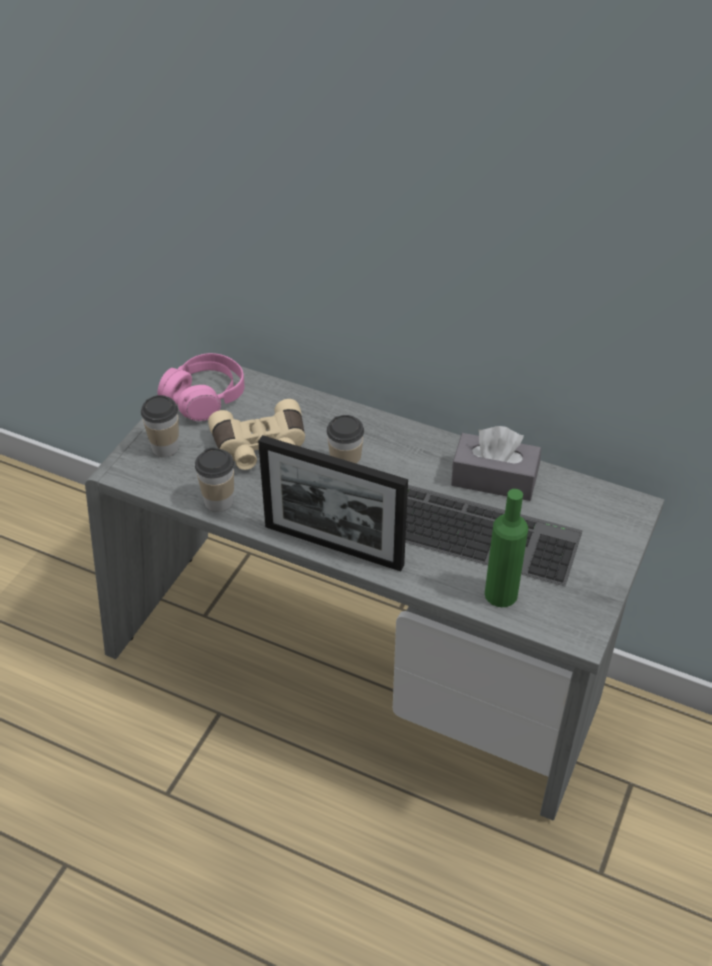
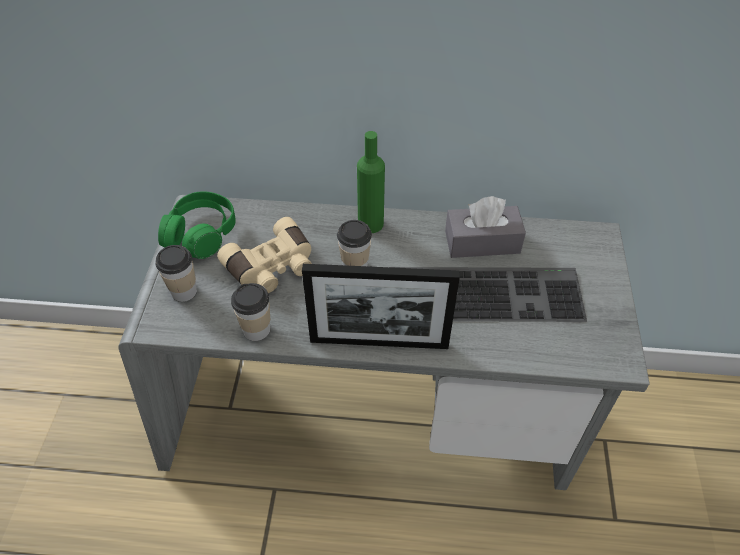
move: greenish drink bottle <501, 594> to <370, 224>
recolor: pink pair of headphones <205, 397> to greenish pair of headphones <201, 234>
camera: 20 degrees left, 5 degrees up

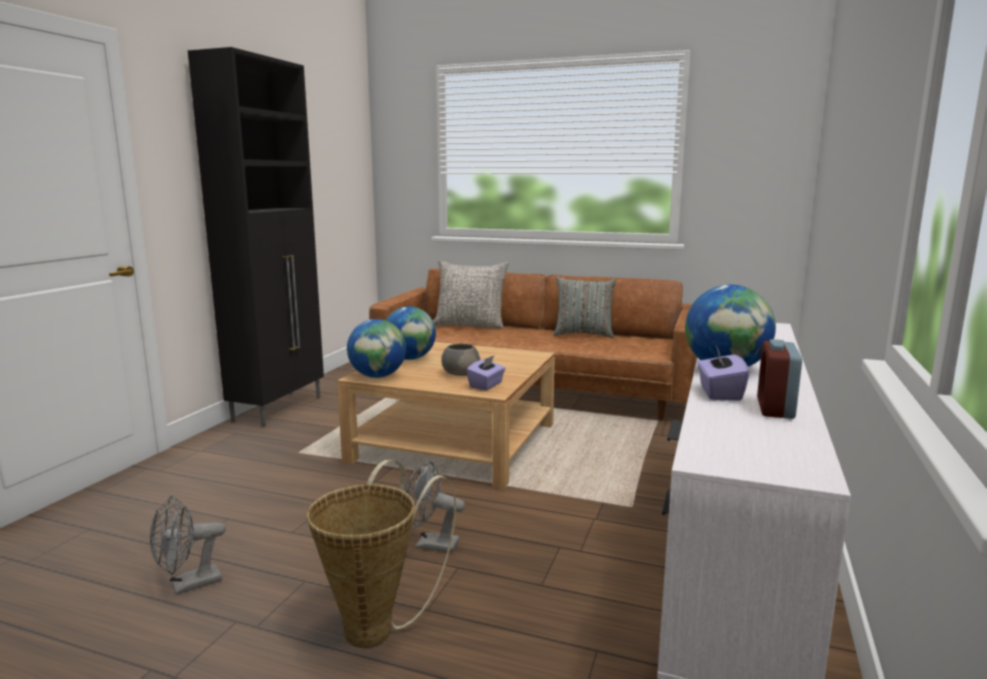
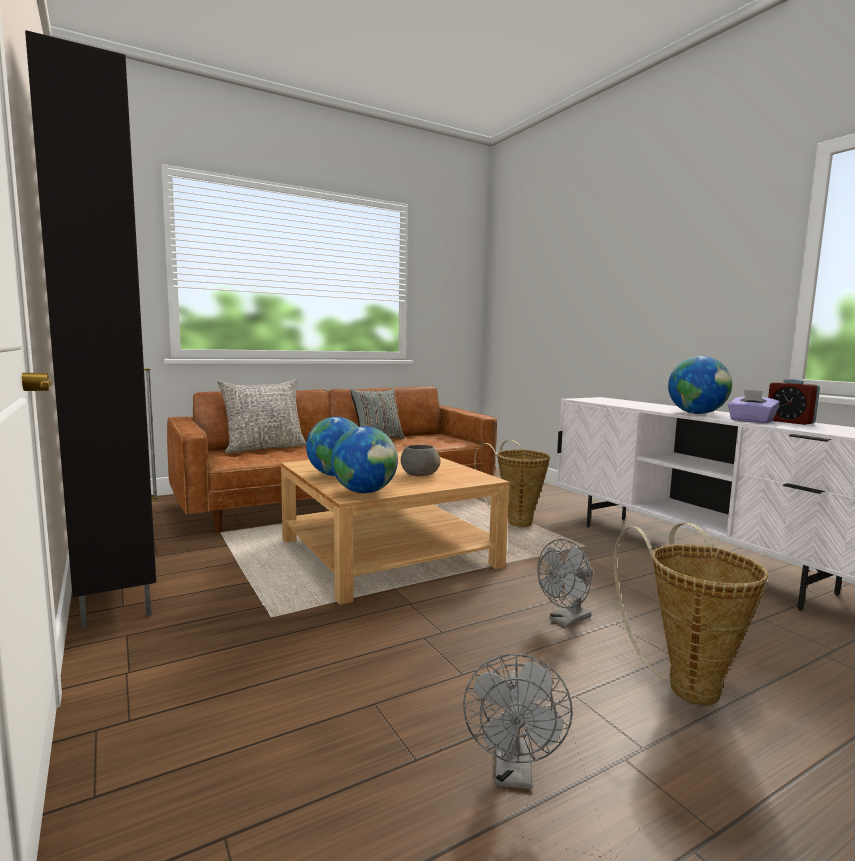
delete: purplish tissue box <486, 385>
insert: basket <515, 522>
camera: 50 degrees left, 5 degrees down

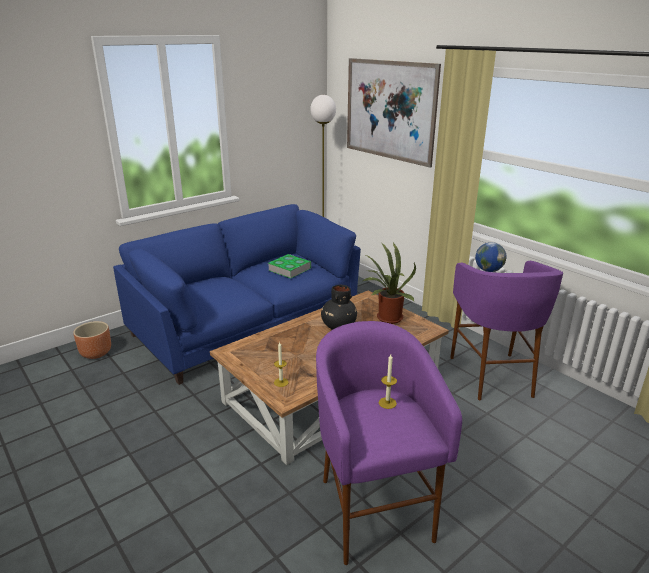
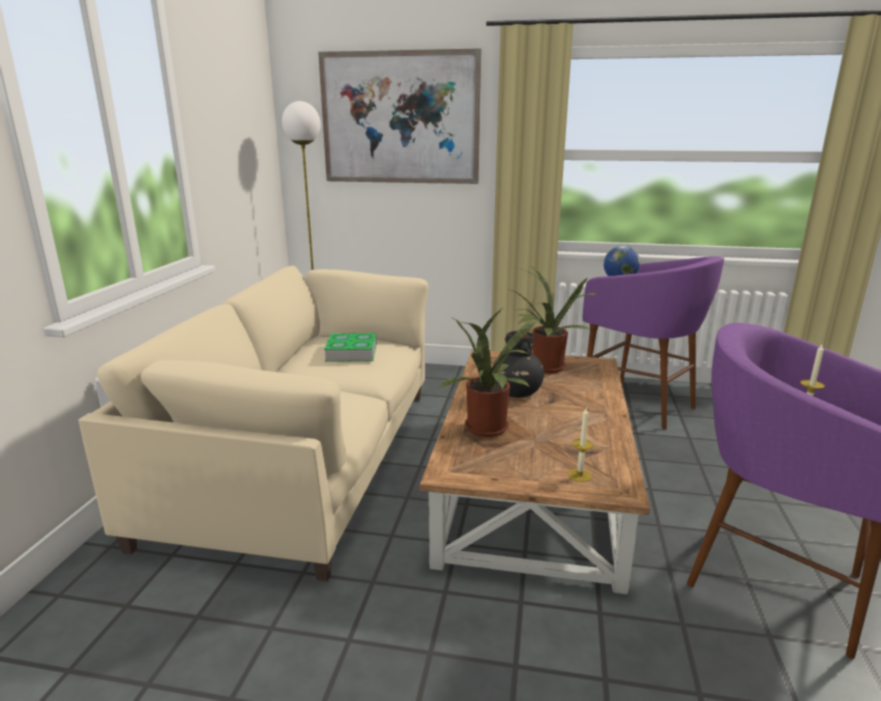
delete: brown plant pot <96, 353>
insert: potted plant <489, 430>
recolor: blue settee <246, 324> to beige settee <305, 459>
camera: 40 degrees left, 5 degrees down

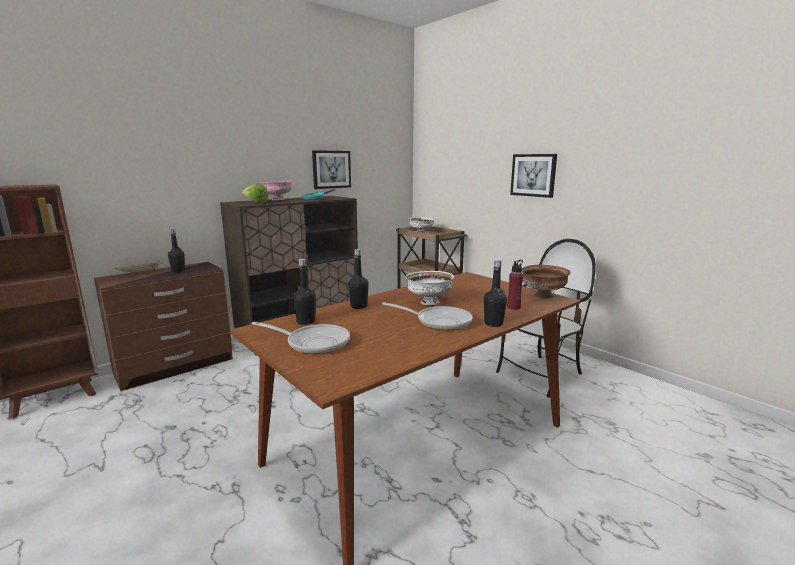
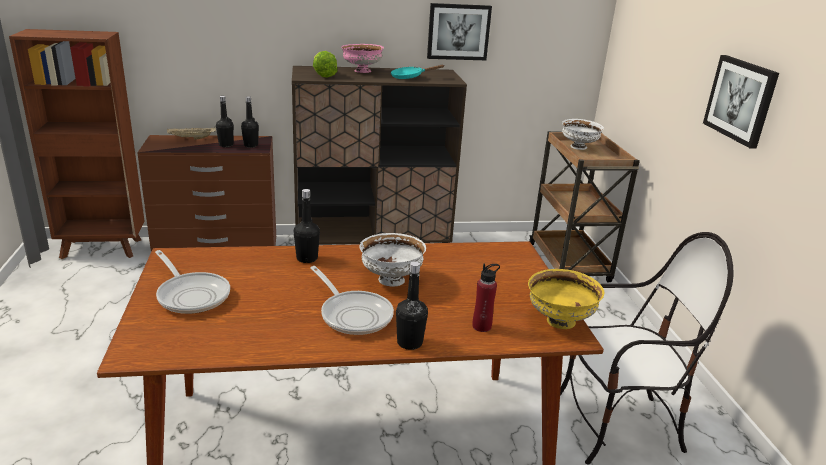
move: black-coloured drink bottle <305, 321> to <251, 145>
recolor: brown bowl <543, 296> to yellow bowl <559, 322>
camera: 30 degrees right, 10 degrees up

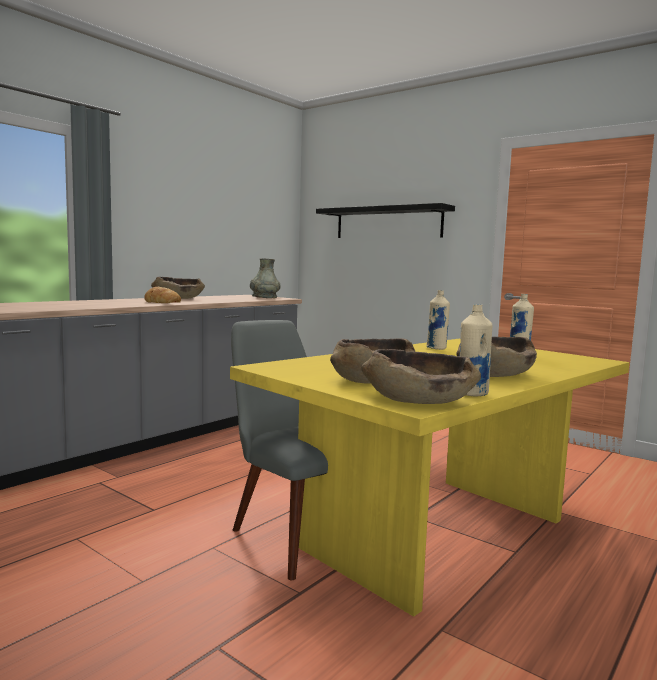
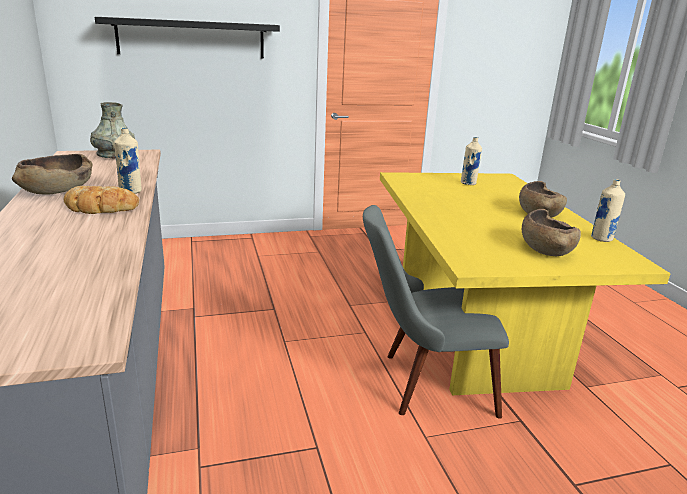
delete: brown bowl <419, 400>
move: beige drink bottle <436, 348> to <131, 192>
camera: 55 degrees left, 15 degrees up

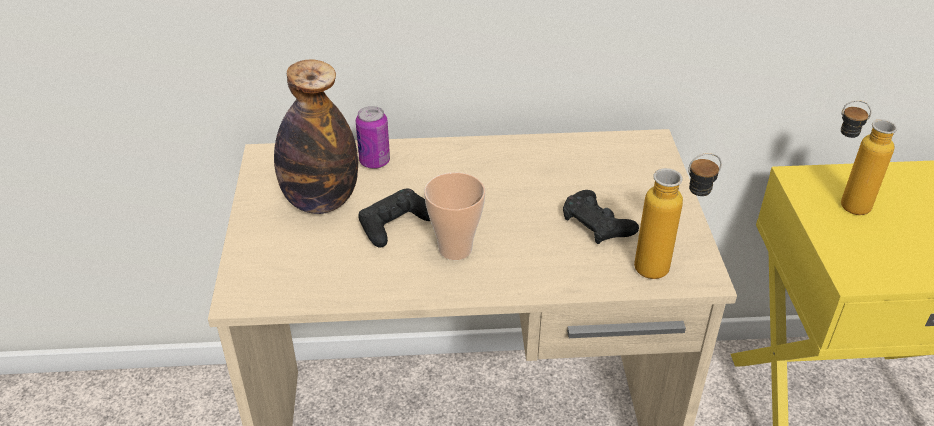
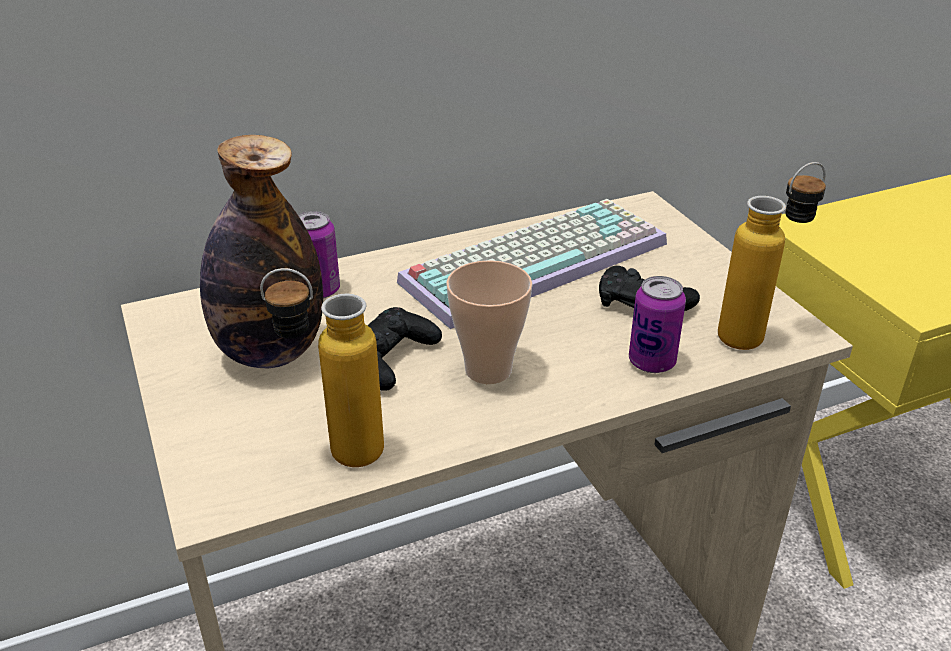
insert: PC keyboard <535, 259>; sealed can <652, 362>
move: drink bottle <842, 204> to <335, 452>
camera: 20 degrees left, 5 degrees down

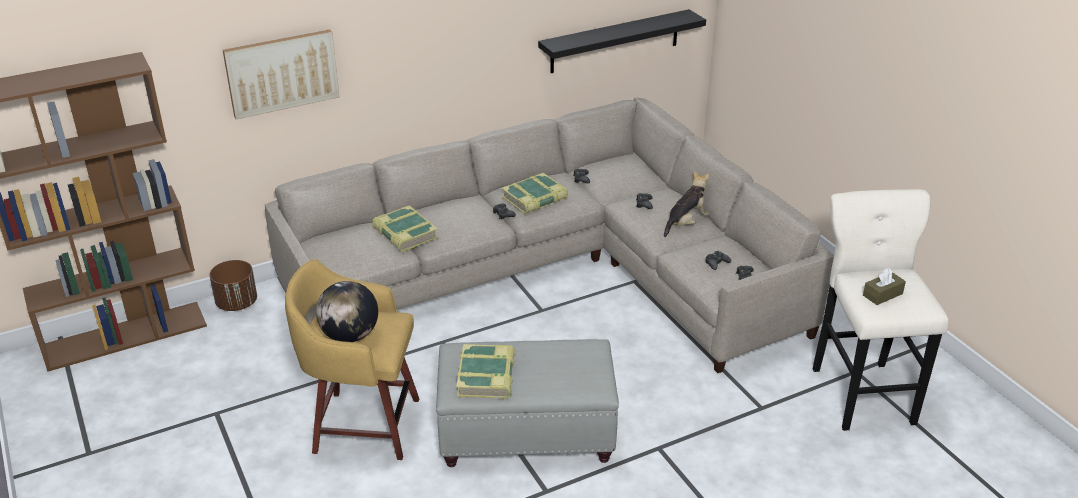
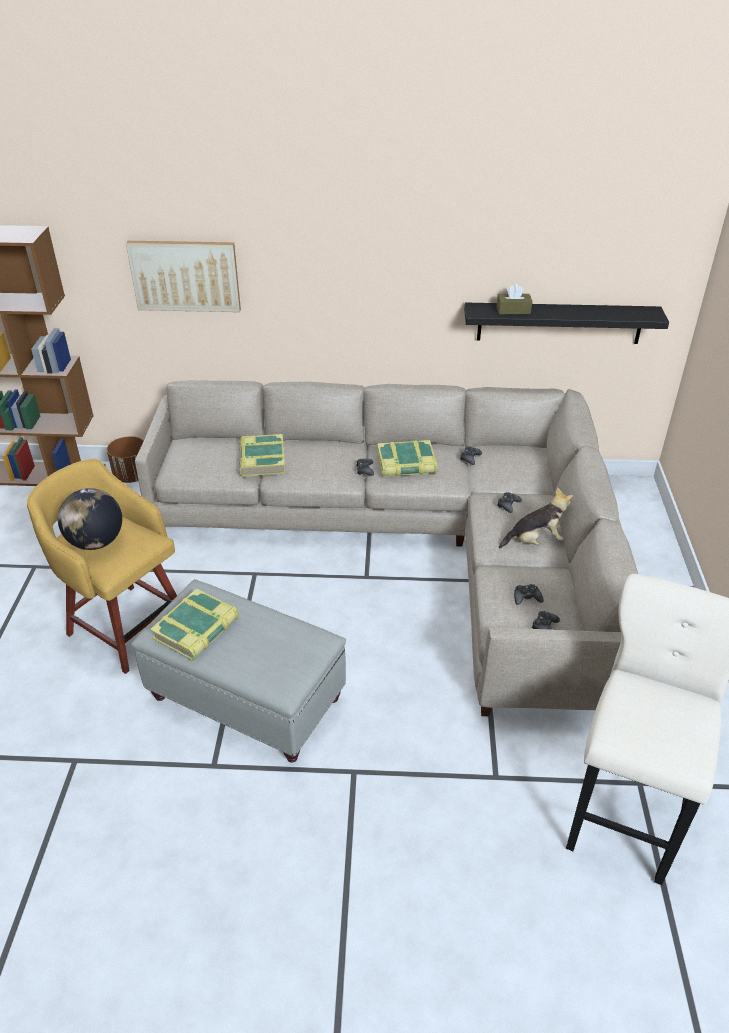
move: brown tissue box <882, 294> to <513, 310>
camera: 30 degrees right, 5 degrees up

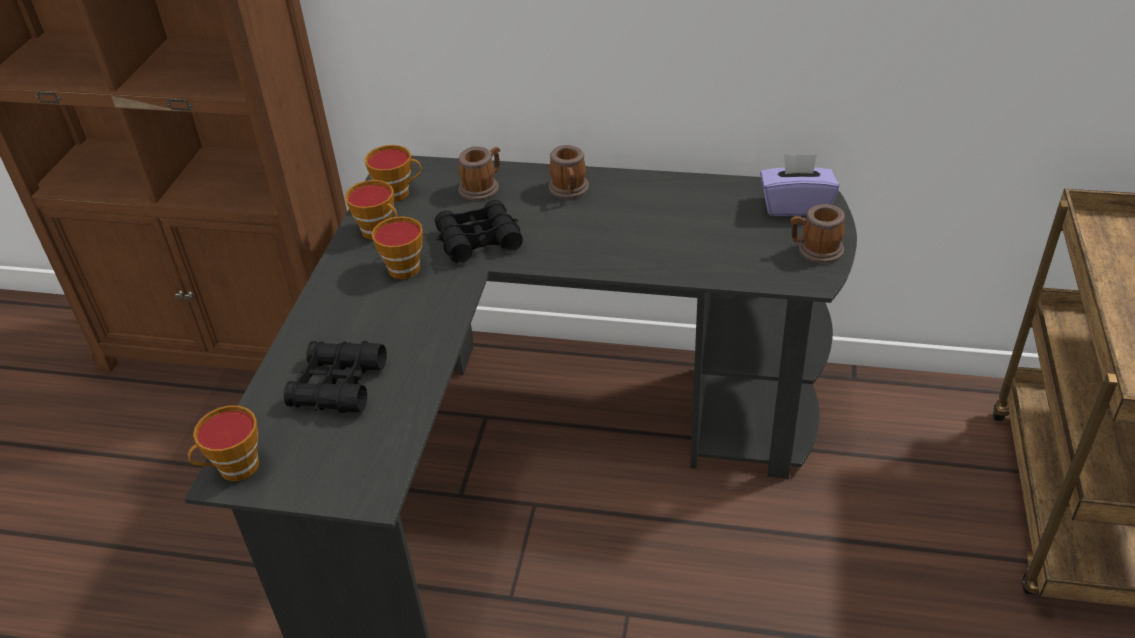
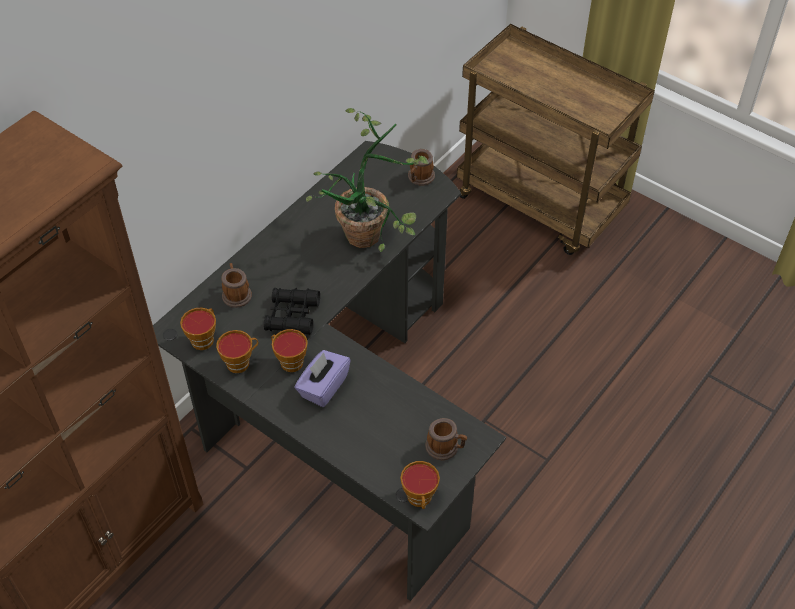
delete: black-coloured field glasses <338, 386>
insert: potted plant <372, 232>
move: mug <569, 190> to <445, 447>; purplish tissue box <795, 205> to <323, 387>
camera: 65 degrees left, 10 degrees up

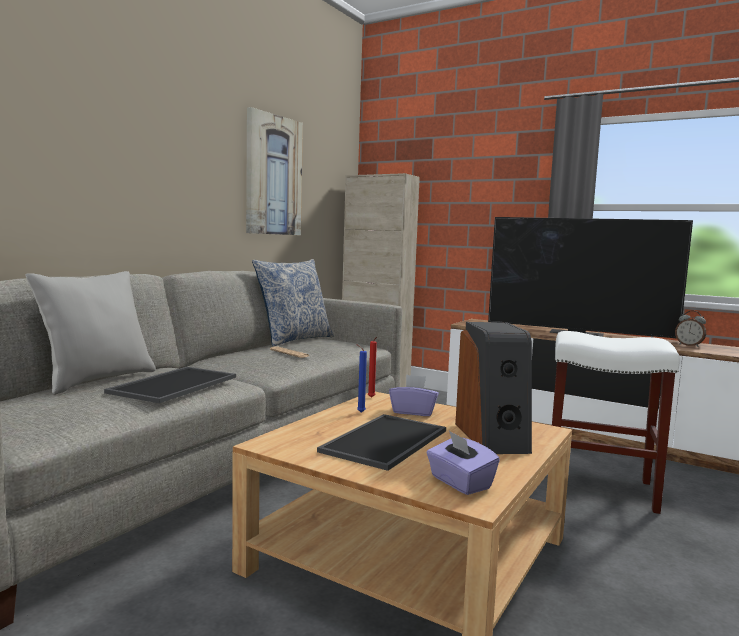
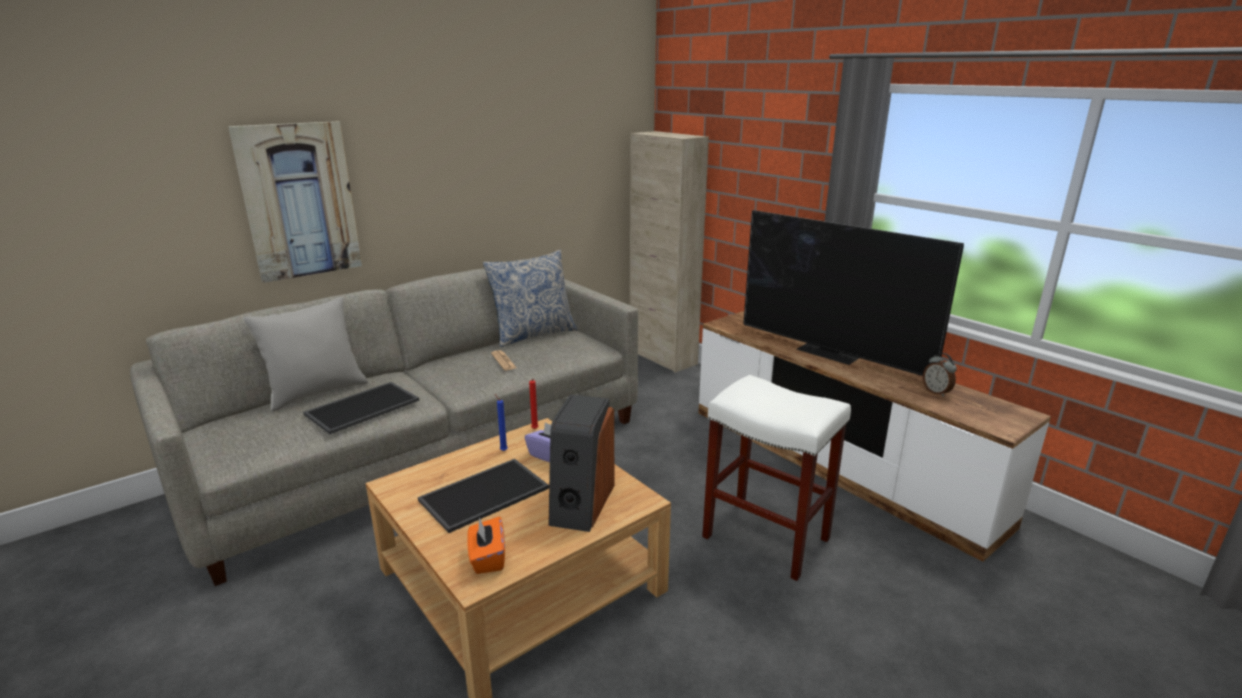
move: wall picture <273, 175> to <299, 201>
recolor: purplish tissue box <459, 483> to orangey tissue box <487, 558>
camera: 20 degrees right, 15 degrees up

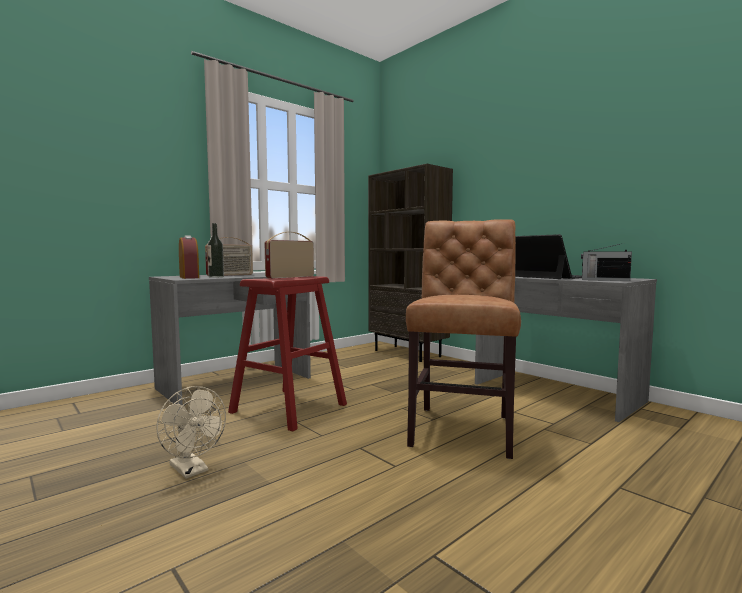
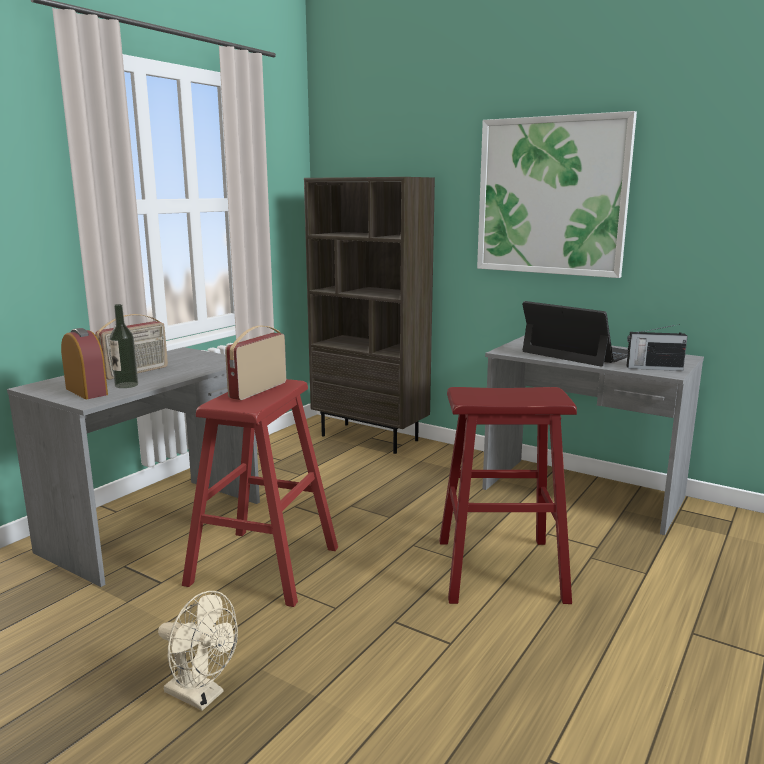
insert: wall picture <551, 196>
replace: brown chair <462, 428> to red-coloured sitting stool <500, 569>
camera: 15 degrees left, 10 degrees up

